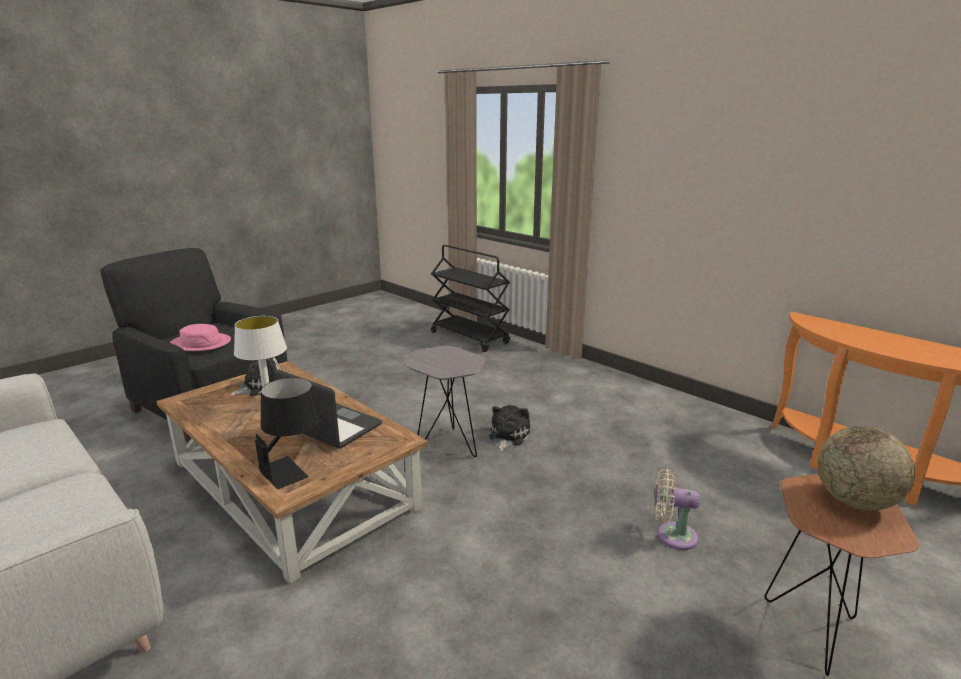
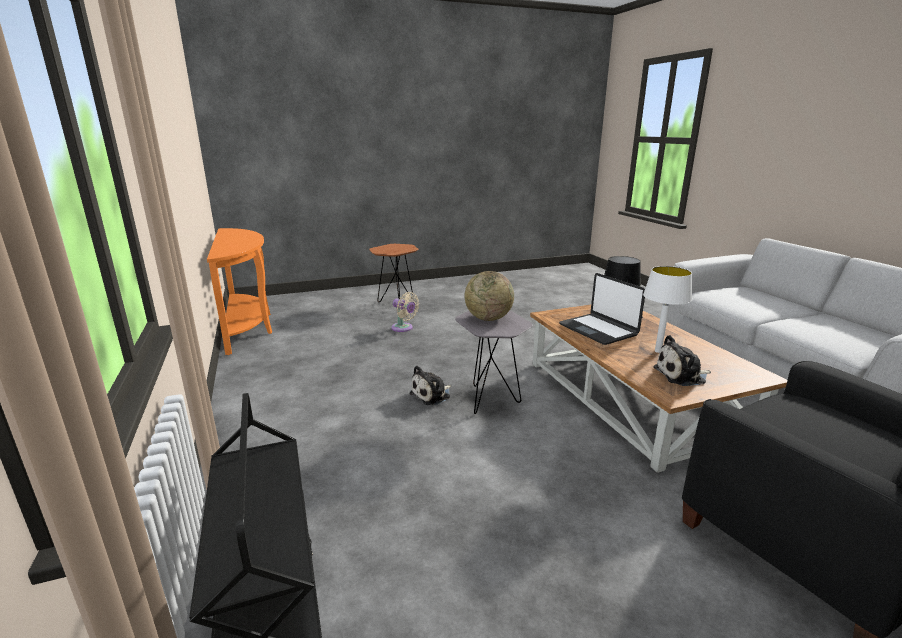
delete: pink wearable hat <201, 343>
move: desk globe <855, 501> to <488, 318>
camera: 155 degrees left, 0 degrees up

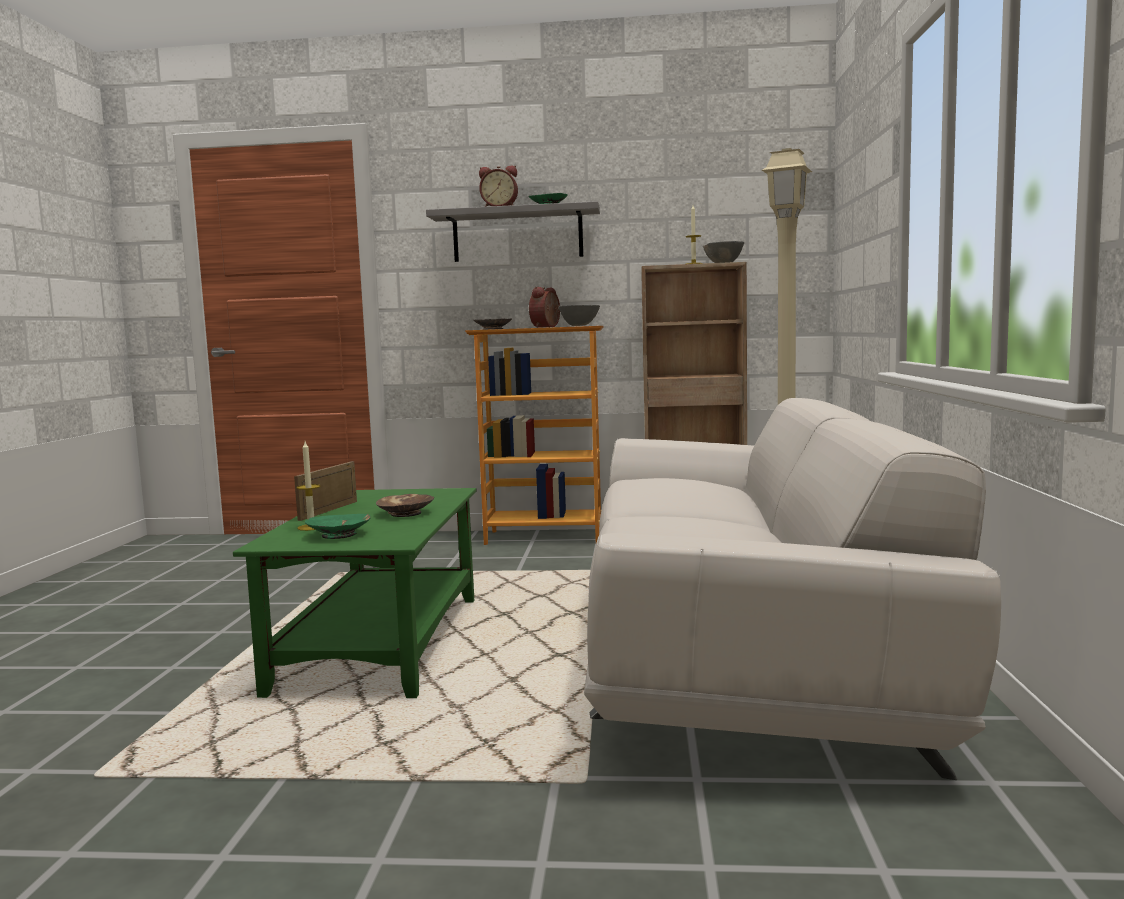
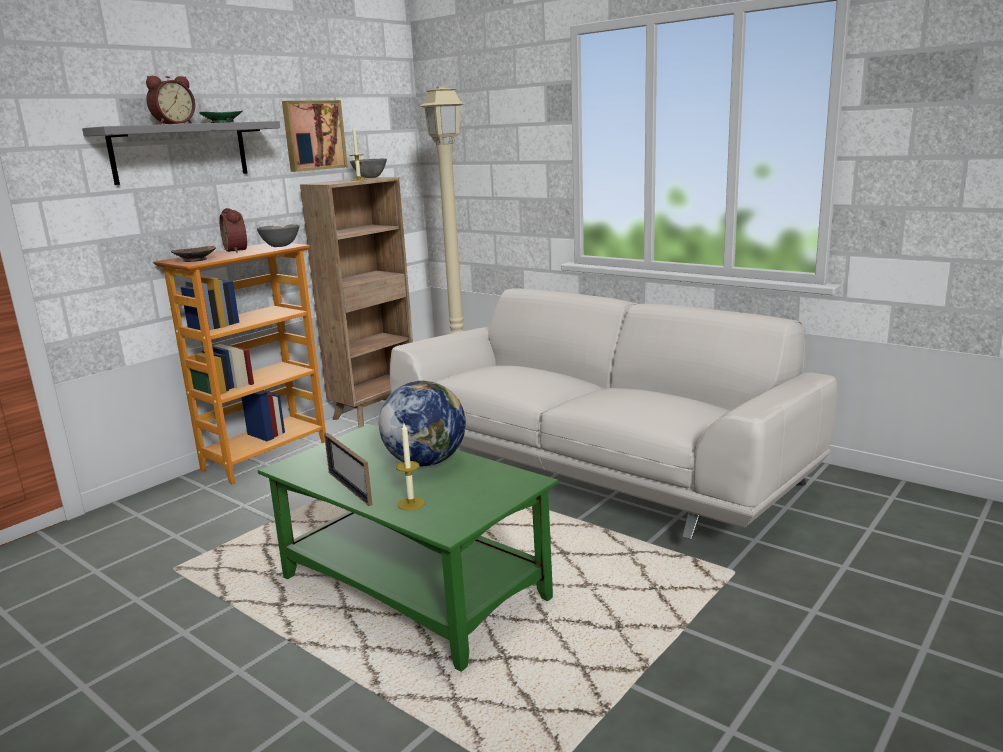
delete: greenish bowl <339, 535>
insert: wall picture <313, 135>
replace: brown bowl <406, 513> to desk globe <425, 462>
camera: 55 degrees left, 10 degrees up

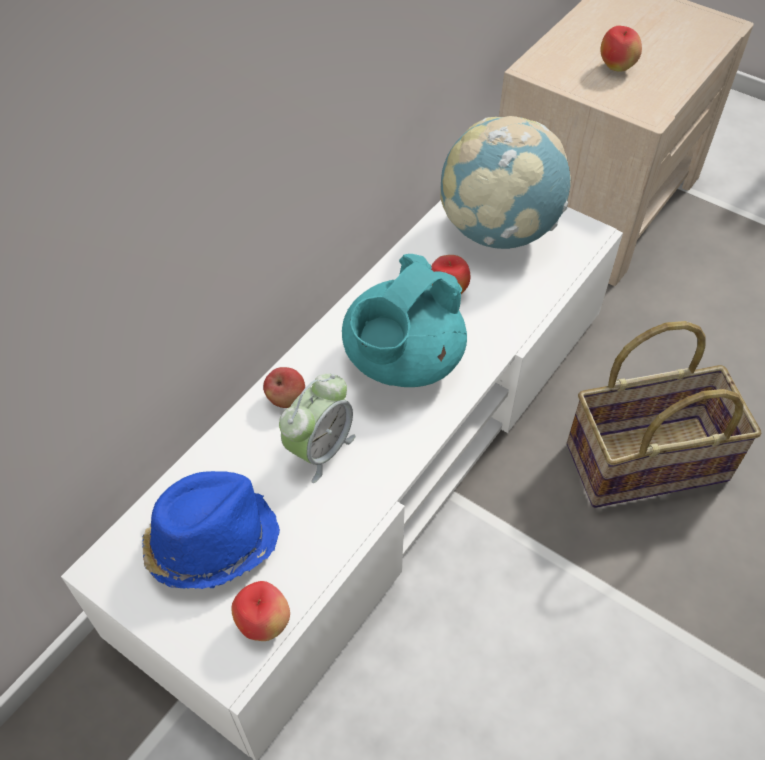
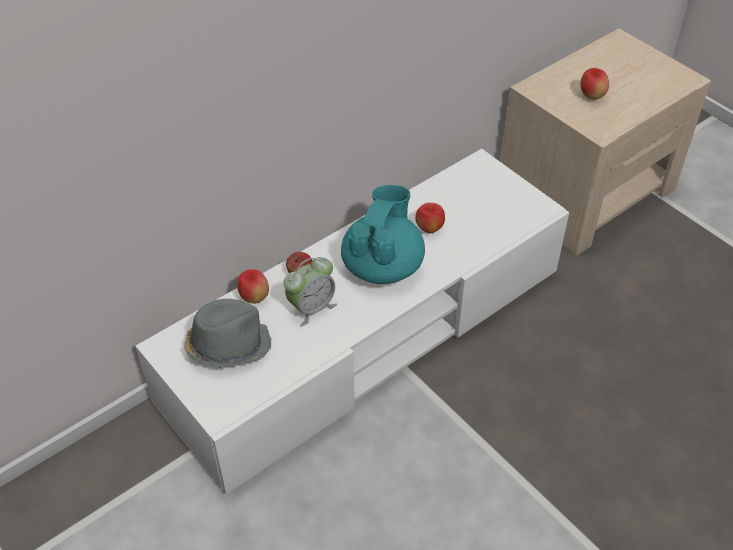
delete: desk globe <498, 231>; basket <646, 460>
move: whole apple <264, 623> to <254, 298>
recolor: blue wearable hat <211, 541> to grey wearable hat <228, 345>
rotate: turquoise-coloured teapot <402, 361> = <383, 266> 150 degrees clockwise
camera: 15 degrees right, 5 degrees down

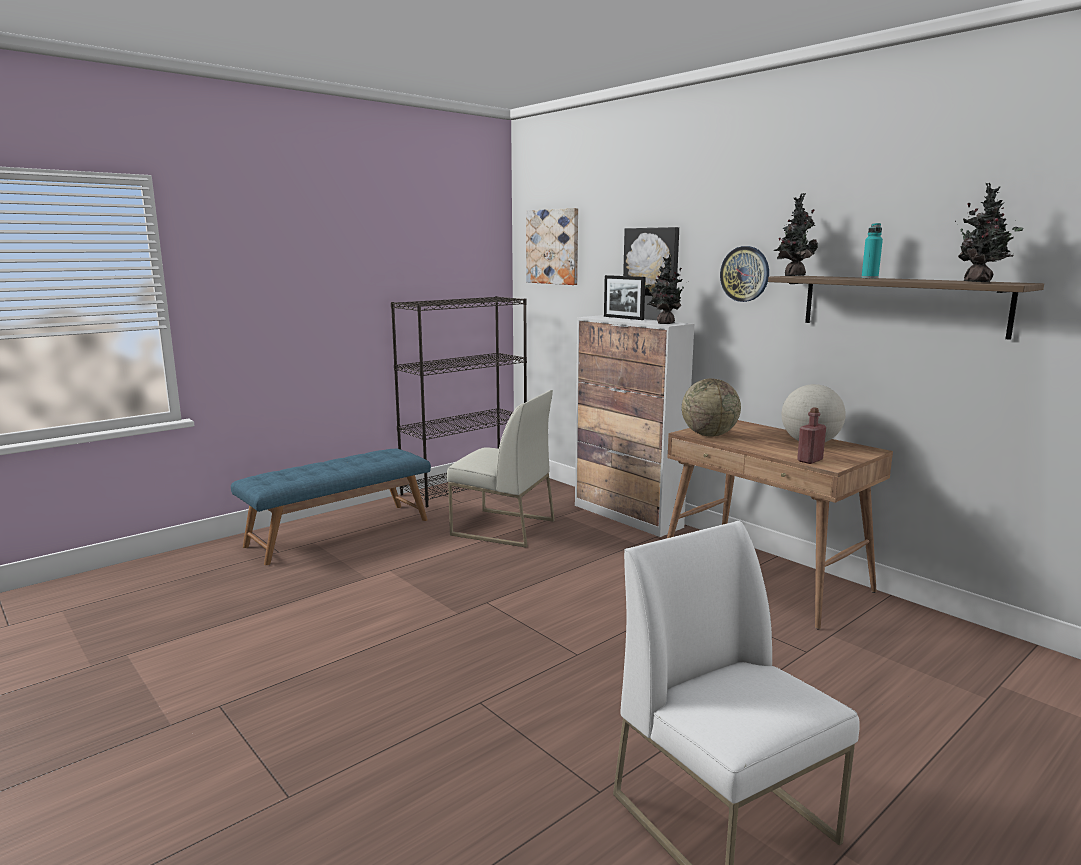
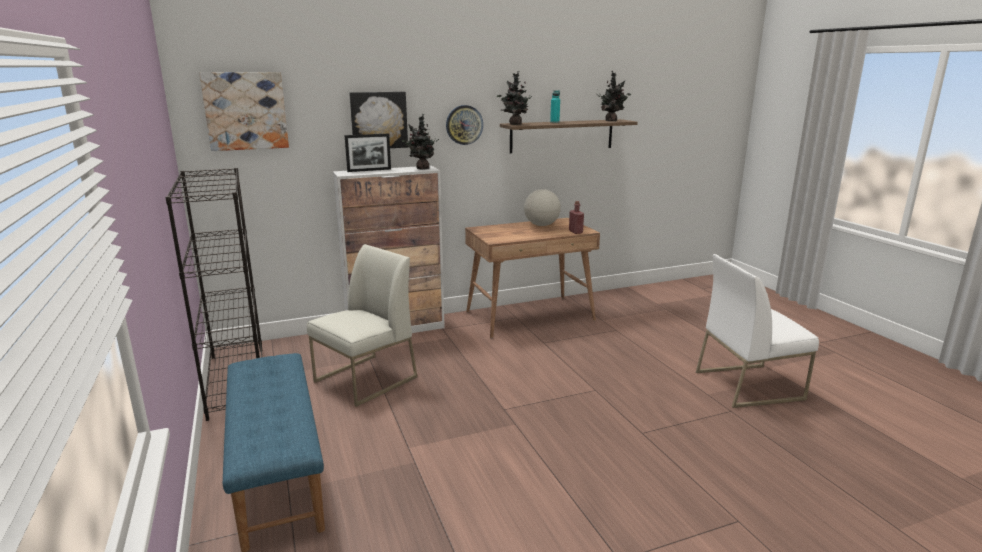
delete: desk globe <709, 435>
camera: 70 degrees left, 5 degrees up

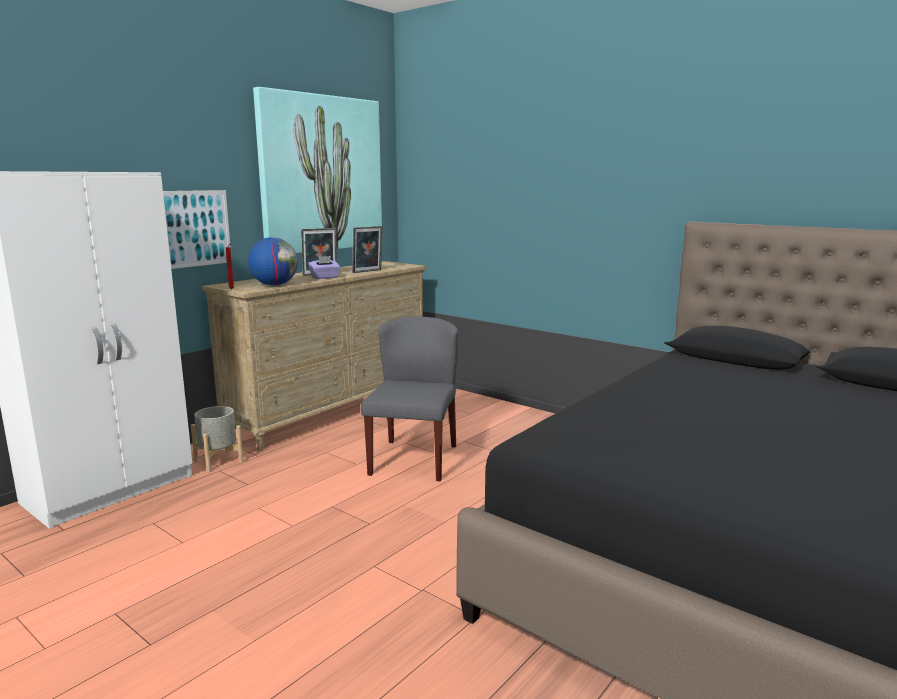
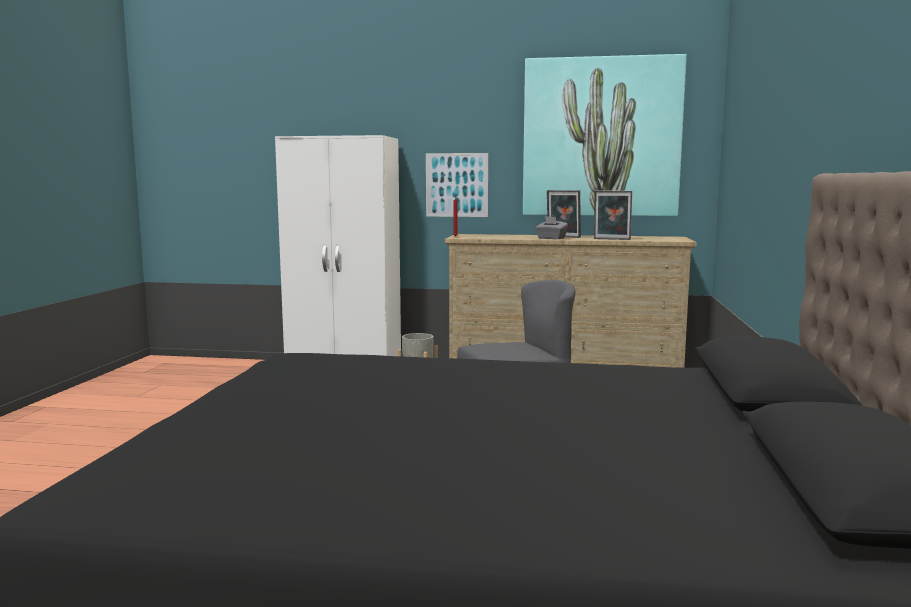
delete: desk globe <274, 285>
recolor: purplish tissue box <325, 277> to grey tissue box <551, 238>
camera: 60 degrees right, 5 degrees down

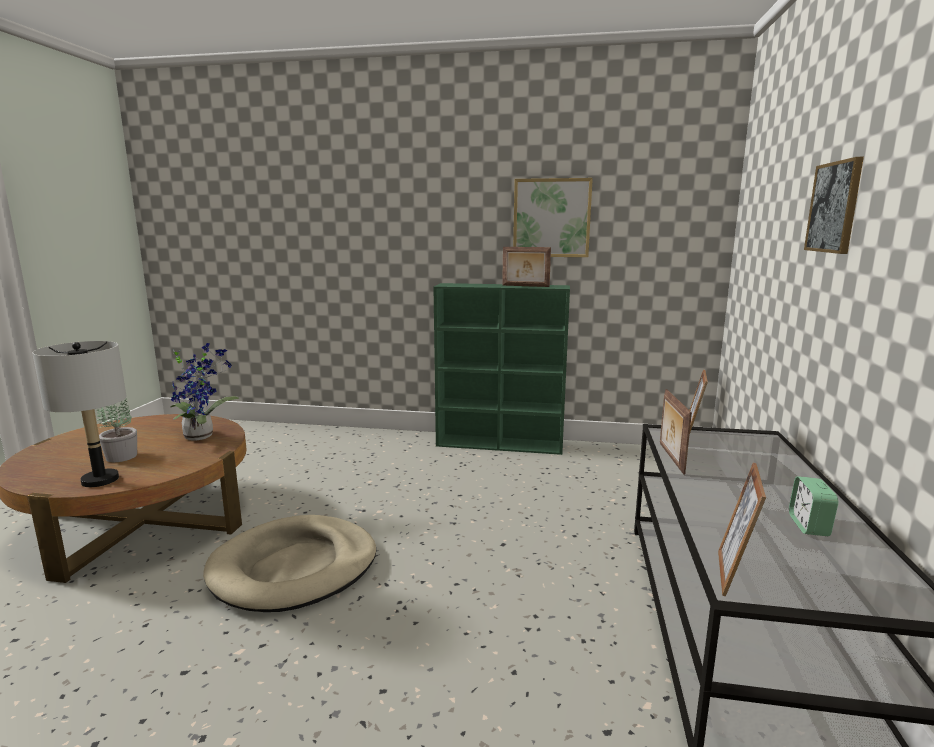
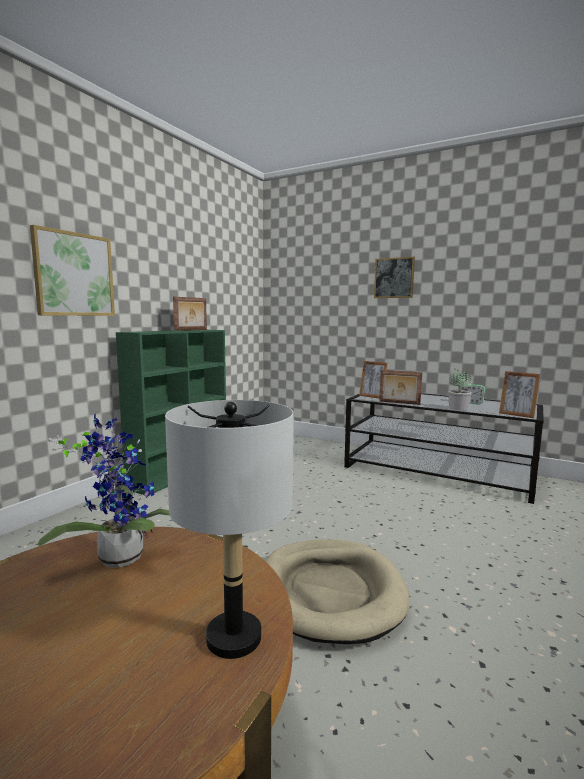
move: wall picture <551, 218> to <74, 274>; potted plant <122, 456> to <458, 408>
camera: 70 degrees left, 5 degrees down

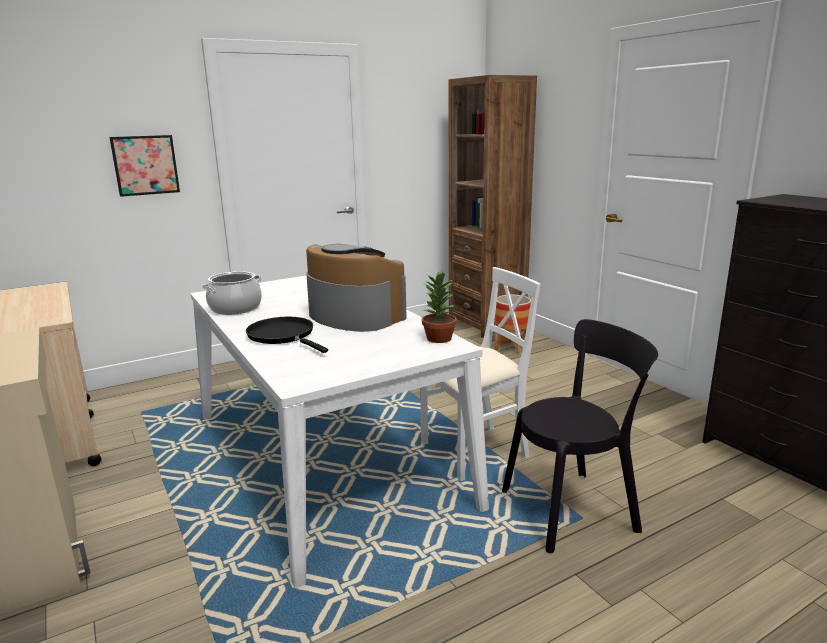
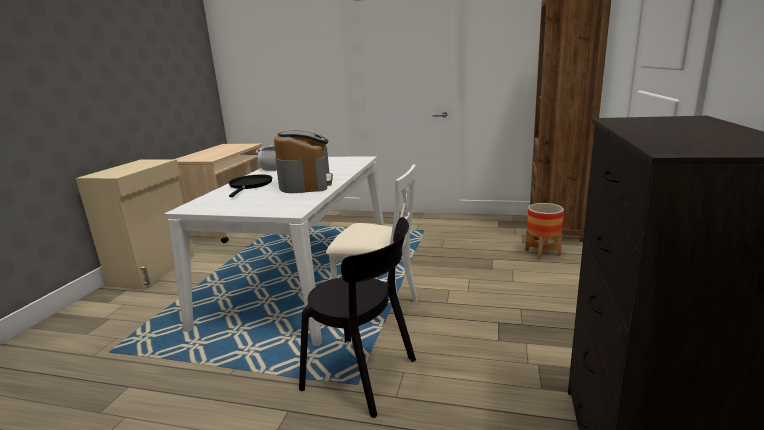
delete: wall picture <145, 165>; potted plant <438, 338>
camera: 45 degrees right, 0 degrees up

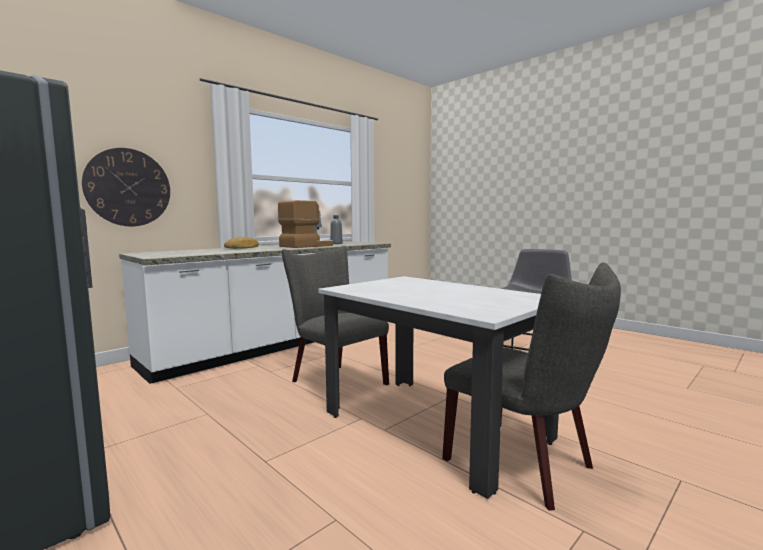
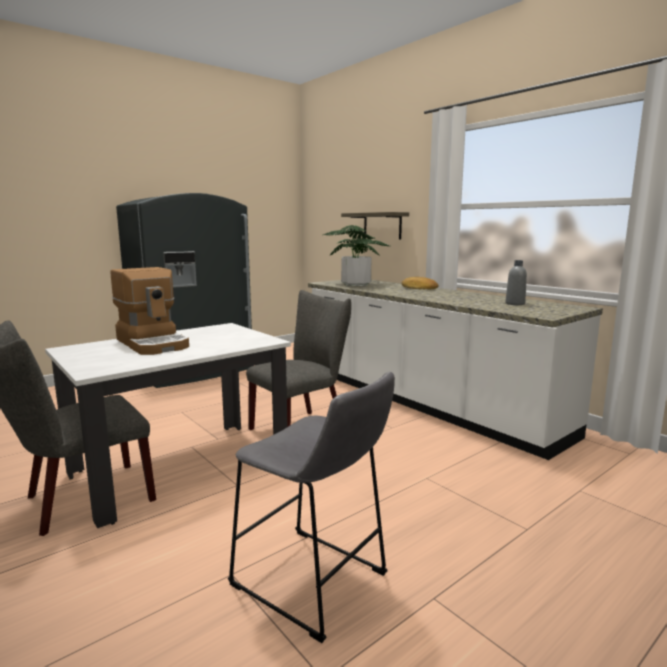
insert: potted plant <356, 284>
move: coffee maker <306, 246> to <154, 343>
replace: wall clock <128, 187> to wall shelf <382, 226>
camera: 95 degrees right, 5 degrees up

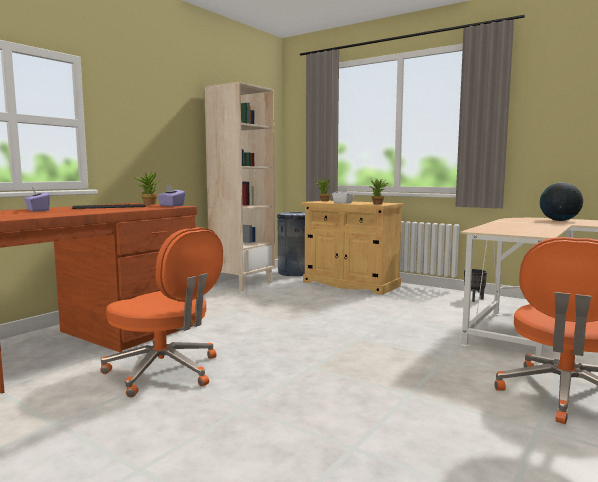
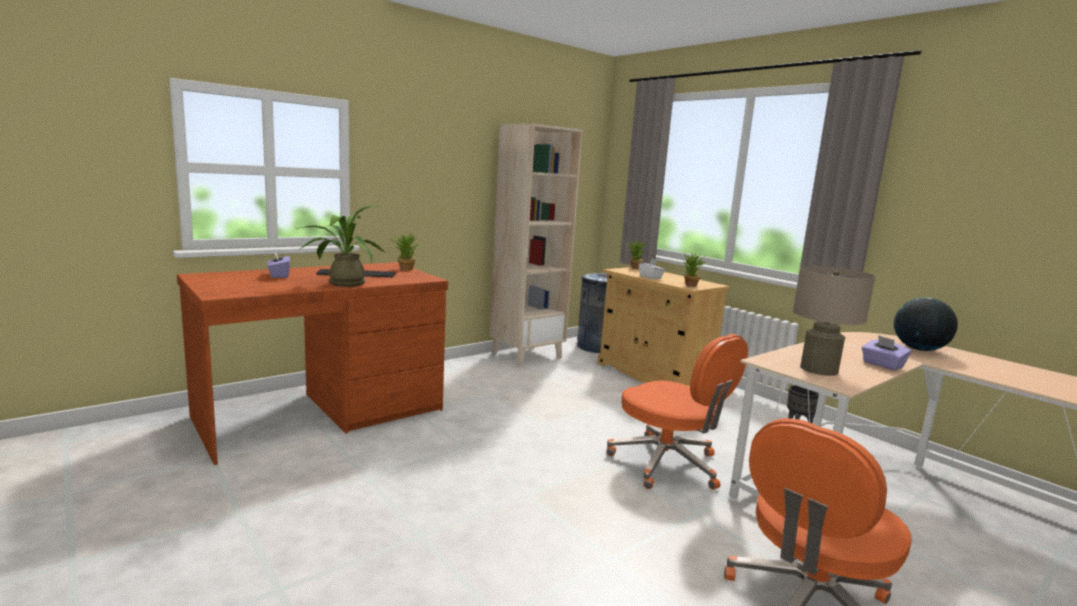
insert: potted plant <342, 283>; beige lamp for a table <819, 369>
move: purplish tissue box <171, 205> to <882, 365>; orangey computer chair <165, 372> to <668, 464>
camera: 15 degrees right, 5 degrees up

